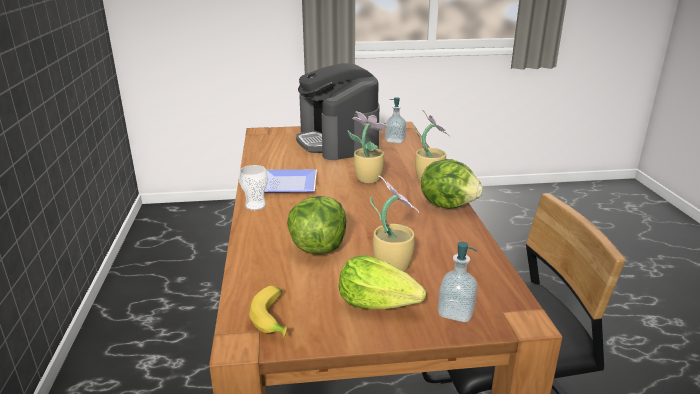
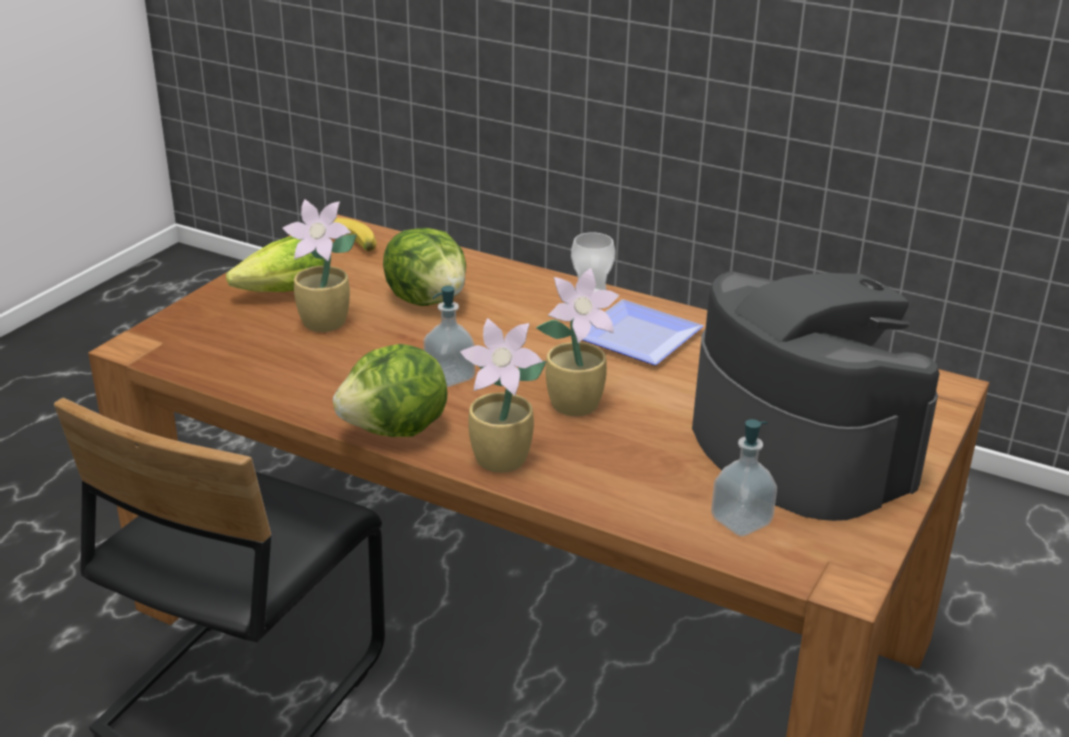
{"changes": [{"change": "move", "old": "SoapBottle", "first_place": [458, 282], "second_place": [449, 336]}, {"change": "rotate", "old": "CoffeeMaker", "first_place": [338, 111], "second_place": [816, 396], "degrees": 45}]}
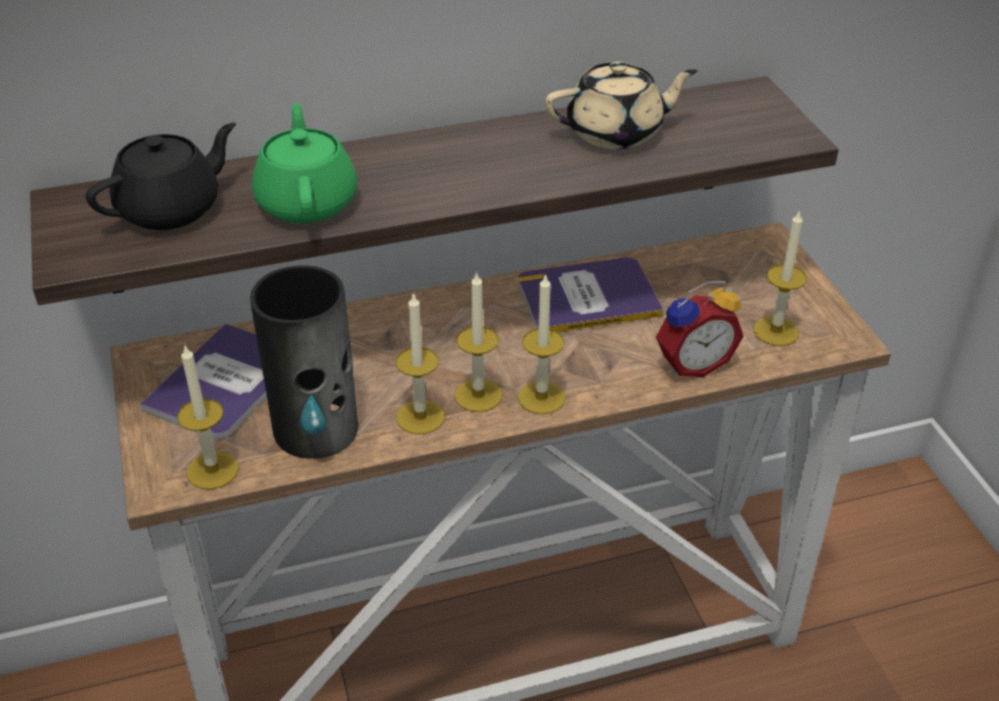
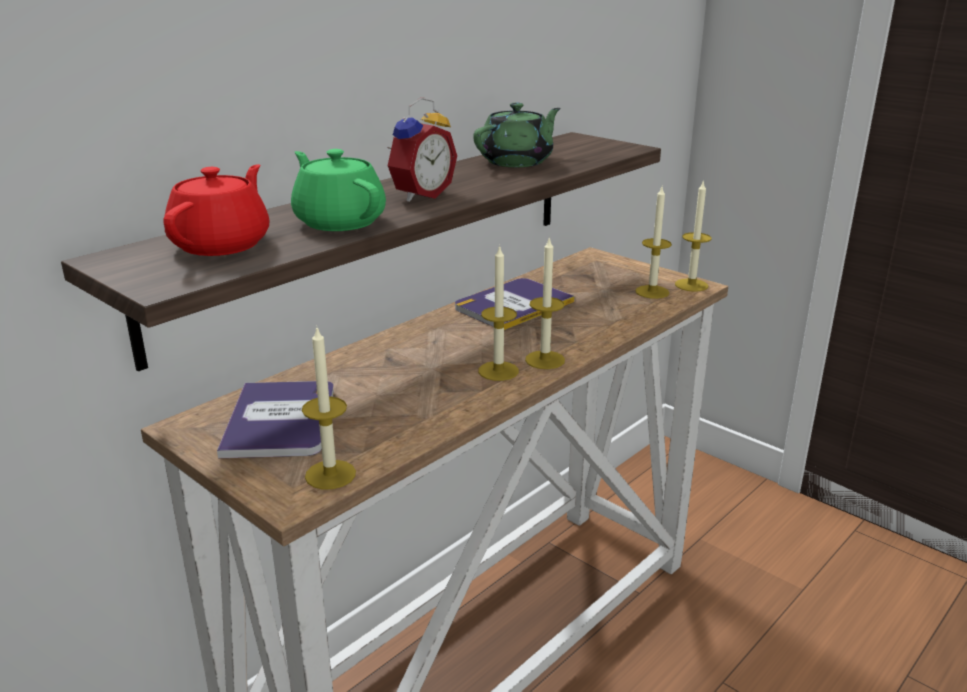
{"changes": [{"change": "delete", "old": "FlowerVase", "first_place": [304, 362]}, {"change": "move", "old": "Candle", "first_place": [420, 363], "second_place": [693, 236]}, {"change": "move", "old": "AlarmClock", "first_place": [699, 329], "second_place": [422, 149]}, {"change": "recolor", "old": "BlackTeapot", "new": "RedColouredTeapot", "first_place": [161, 176], "second_place": [216, 210]}, {"change": "recolor", "old": "SandColouredTeapot", "new": "GreenColouredTeapot", "first_place": [621, 105], "second_place": [517, 135]}]}
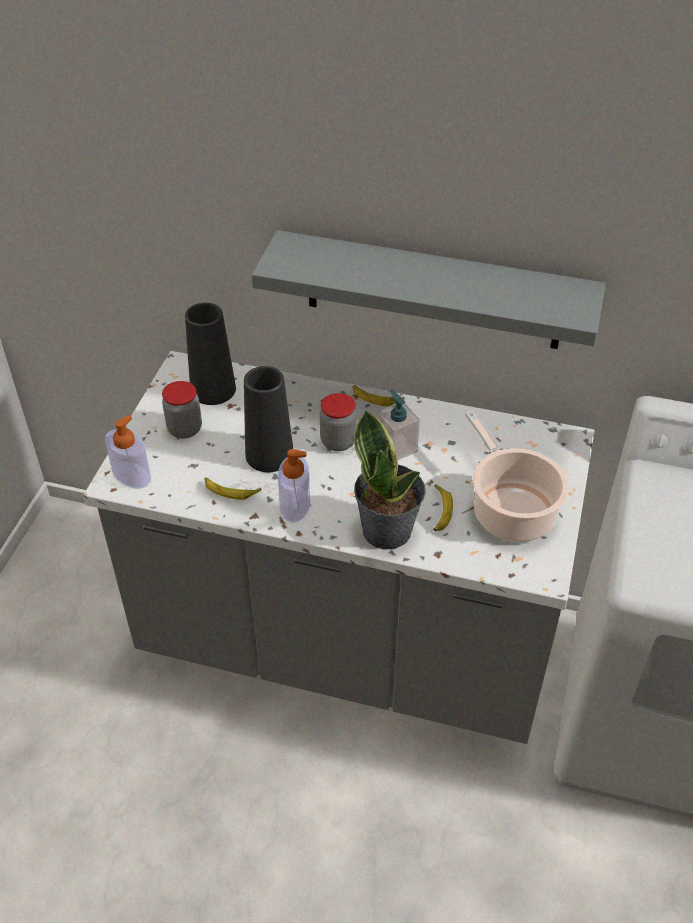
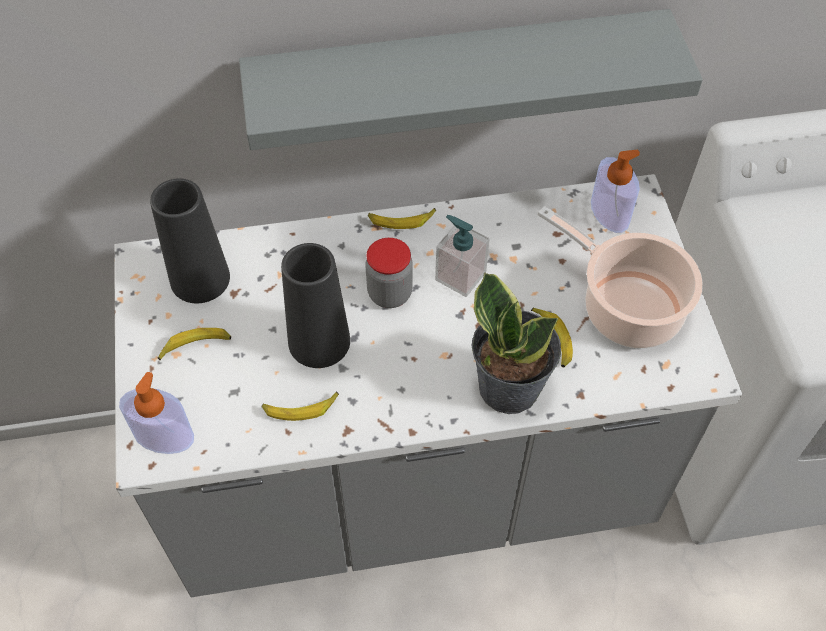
{"changes": [{"change": "move", "old": "SoapBottle", "first_place": [294, 486], "second_place": [615, 191]}, {"change": "replace", "old": "PreserveJar", "new": "BananaFruit", "first_place": [182, 409], "second_place": [194, 344]}]}
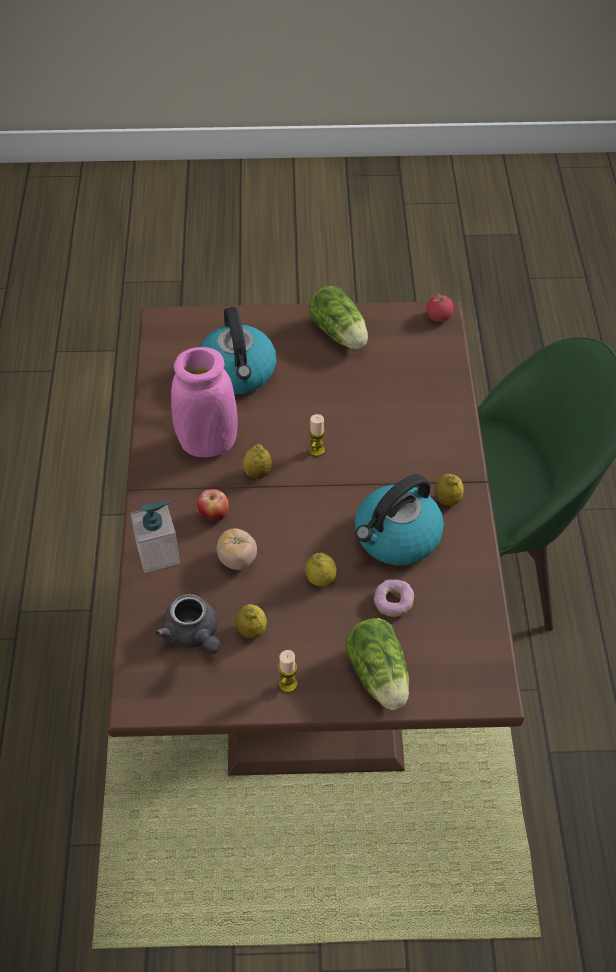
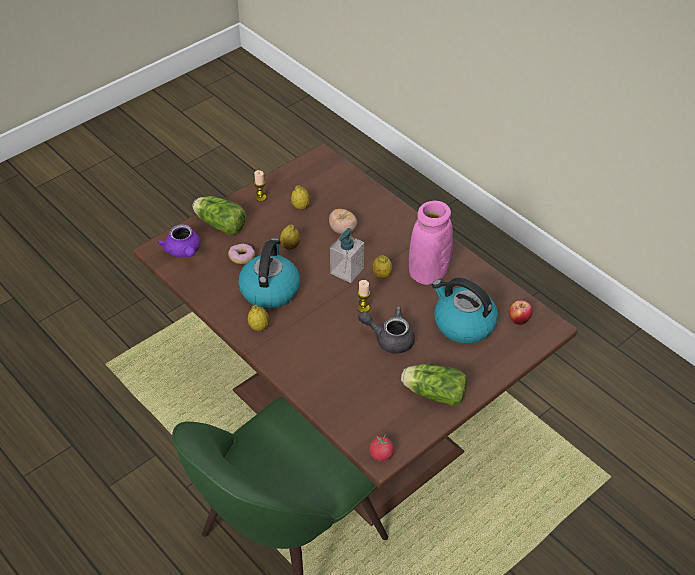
{"changes": [{"change": "insert", "new": "PurplishTeapot", "second_place": [178, 240]}, {"change": "move", "old": "SoapBottle", "first_place": [155, 536], "second_place": [347, 255]}, {"change": "move", "old": "GrayTeapot", "first_place": [188, 624], "second_place": [386, 330]}, {"change": "move", "old": "Apple", "first_place": [213, 505], "second_place": [521, 312]}]}
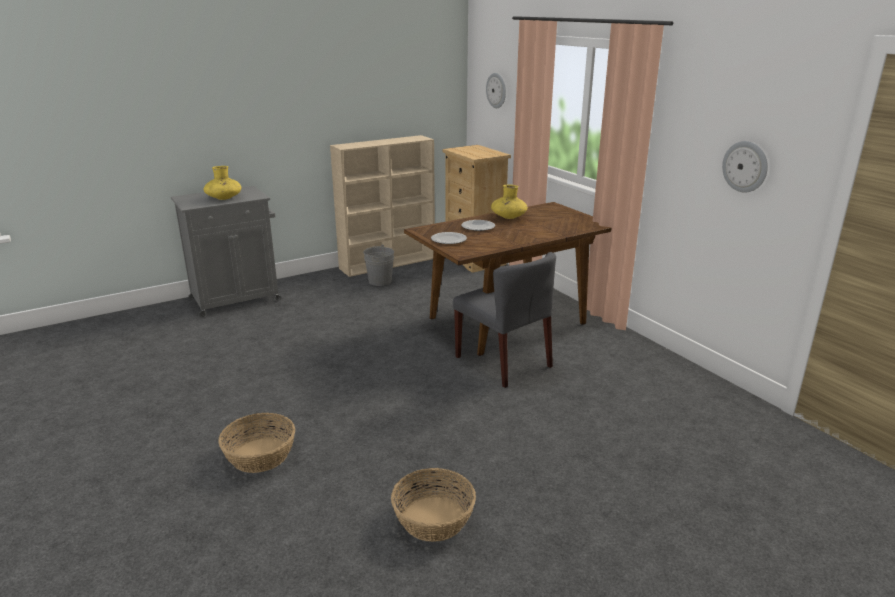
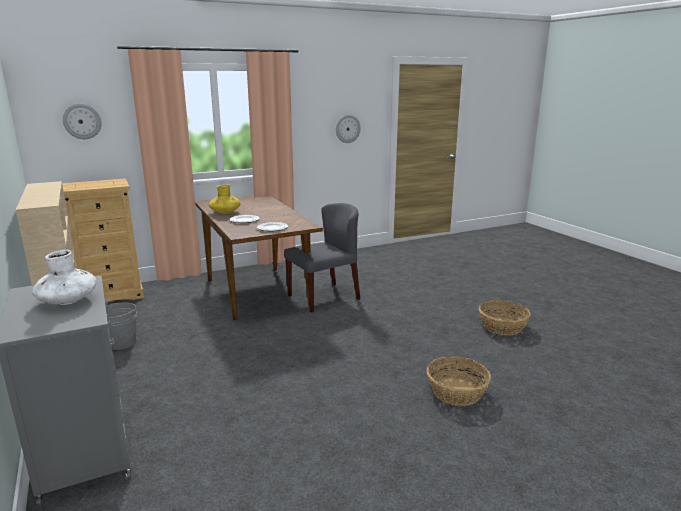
{"changes": [{"change": "recolor", "old": "YellowFlowerVase", "new": "WhiteFlowerVase", "first_place": [222, 183], "second_place": [64, 277]}]}
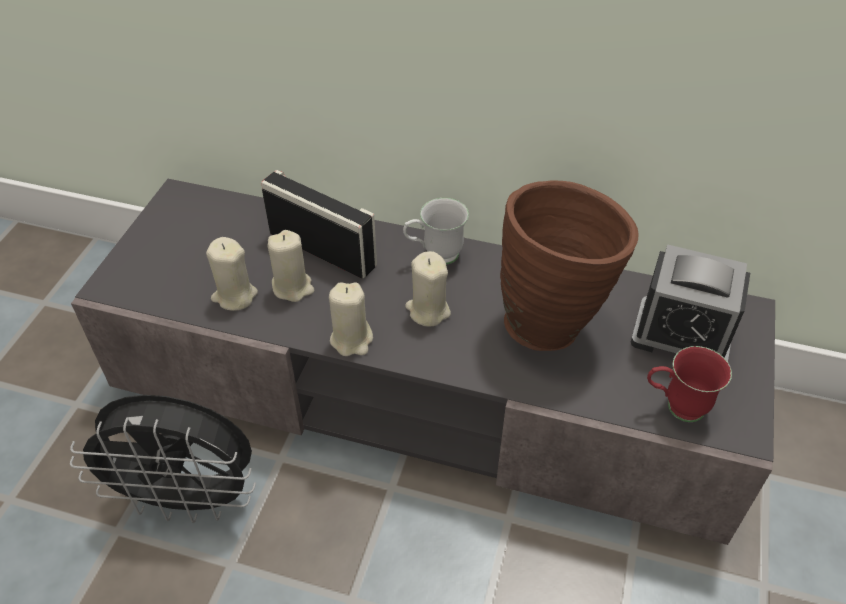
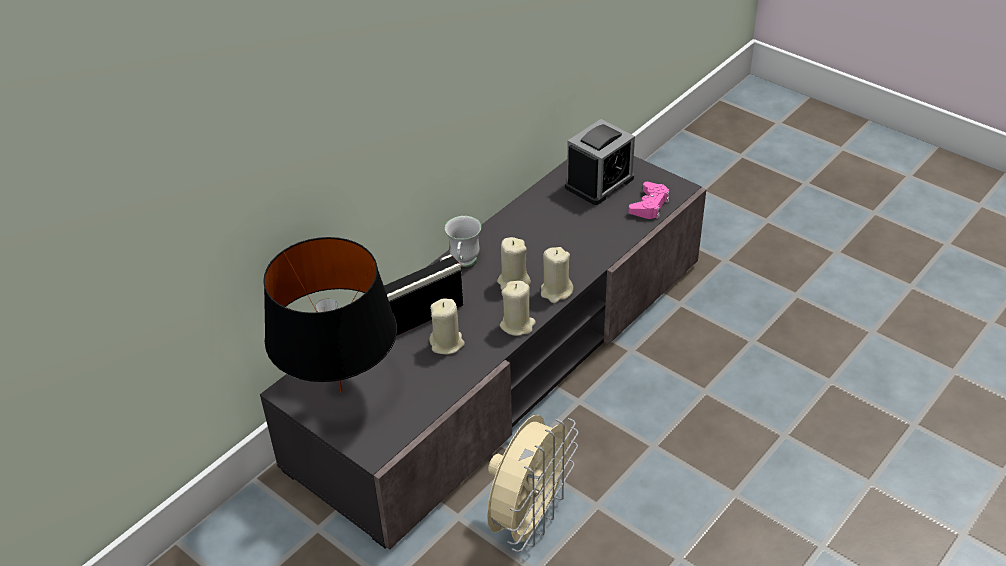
{"changes": [{"change": "delete", "old": "BrownishFlowerVase", "first_place": [569, 265]}, {"change": "insert", "new": "BlackTableLamp", "second_place": [330, 314]}, {"change": "move", "old": "SandColouredCandle", "first_place": [232, 274], "second_place": [557, 275]}, {"change": "replace", "old": "RedColouredTeaMug", "new": "PinkGameController", "first_place": [689, 384], "second_place": [649, 200]}, {"change": "recolor", "old": "BlackCoolingFan", "new": "SandColouredCoolingFan", "first_place": [163, 459], "second_place": [533, 483]}]}
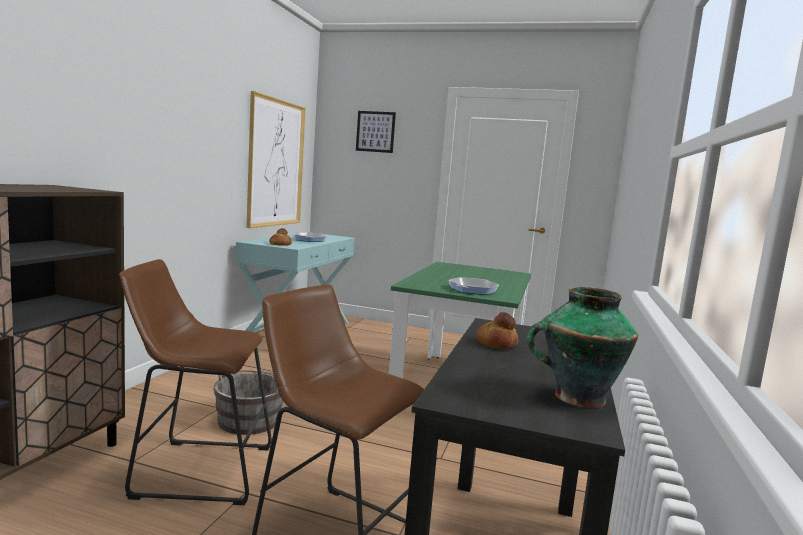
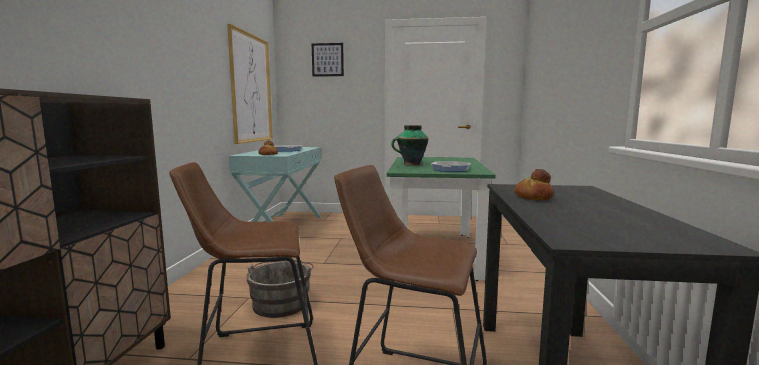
{"changes": [{"change": "move", "old": "FlowerVase", "first_place": [582, 347], "second_place": [410, 145]}]}
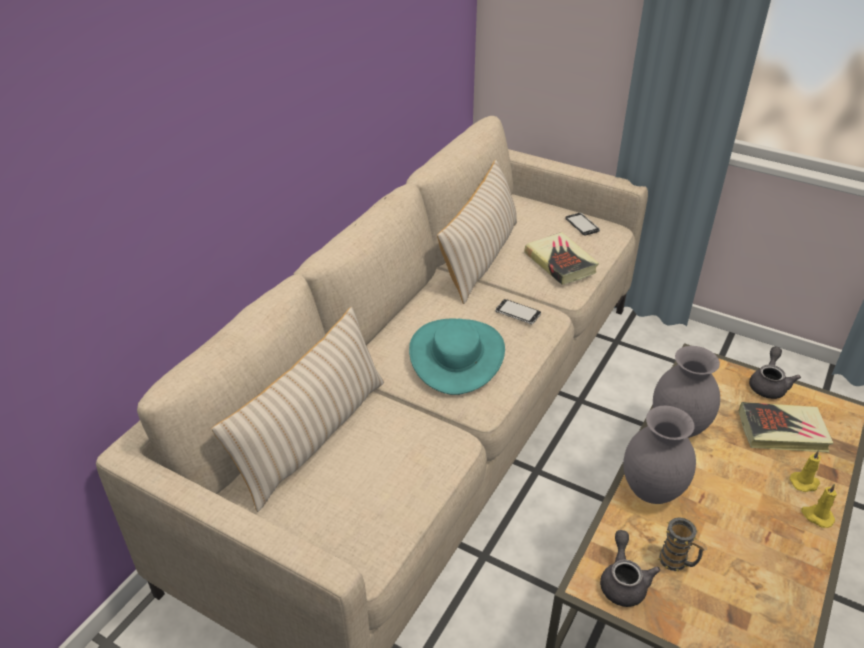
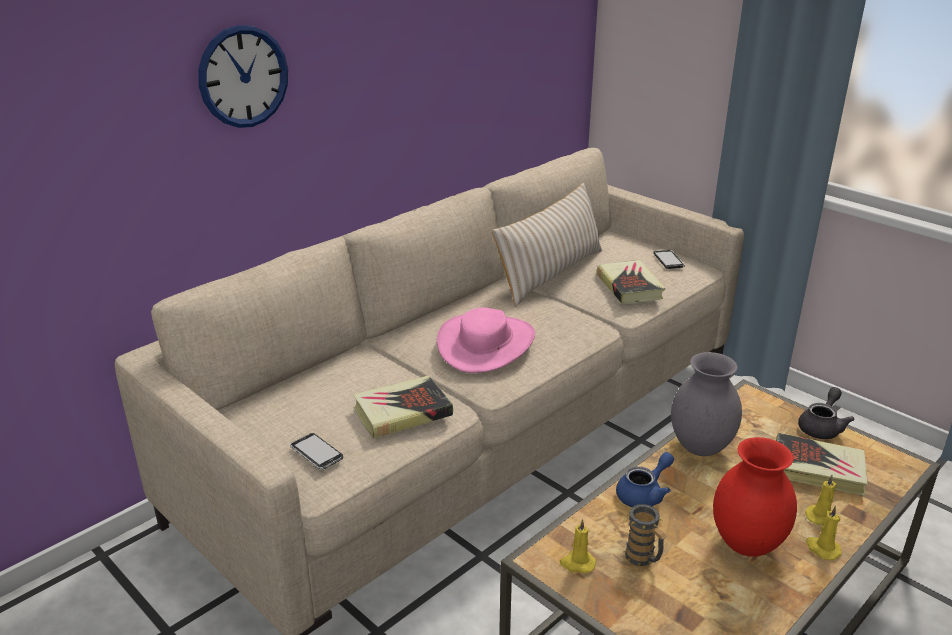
{"changes": [{"change": "delete", "old": "SandColouredPillow", "first_place": [297, 409]}, {"change": "insert", "new": "WallClock", "second_place": [243, 76]}, {"change": "insert", "new": "Volume", "second_place": [403, 407]}, {"change": "insert", "new": "RedColouredFlowerVase", "second_place": [755, 497]}, {"change": "move", "old": "Handset", "first_place": [518, 311], "second_place": [316, 451]}, {"change": "replace", "old": "GrayTeapot", "new": "YellowCandle", "first_place": [630, 568], "second_place": [577, 546]}, {"change": "replace", "old": "GrayFlowerVase", "new": "BlueTeapot", "first_place": [659, 455], "second_place": [645, 479]}, {"change": "recolor", "old": "BlueGreenHat", "new": "PinkHat", "first_place": [457, 357], "second_place": [486, 340]}]}
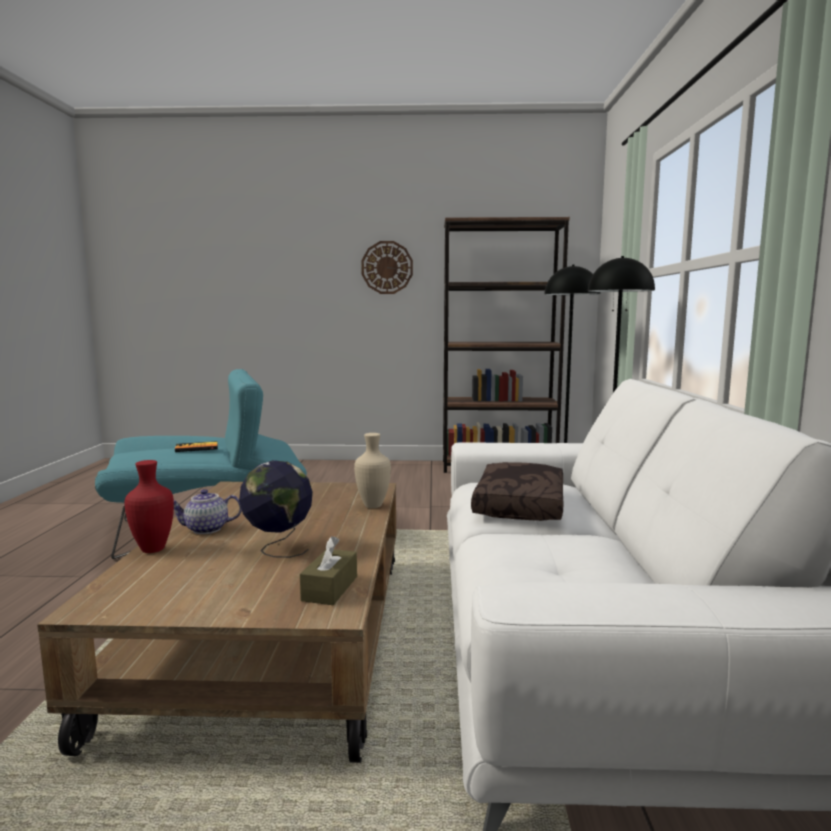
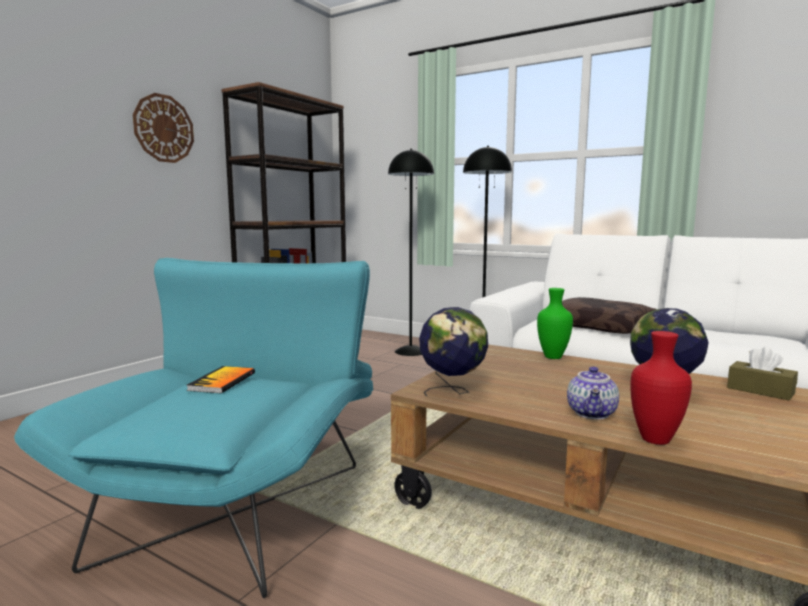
{"changes": [{"change": "insert", "new": "WorldGlobe", "second_place": [453, 351]}, {"change": "recolor", "old": "SandColouredFlowerVase", "new": "GreenColouredFlowerVase", "first_place": [372, 470], "second_place": [555, 323]}]}
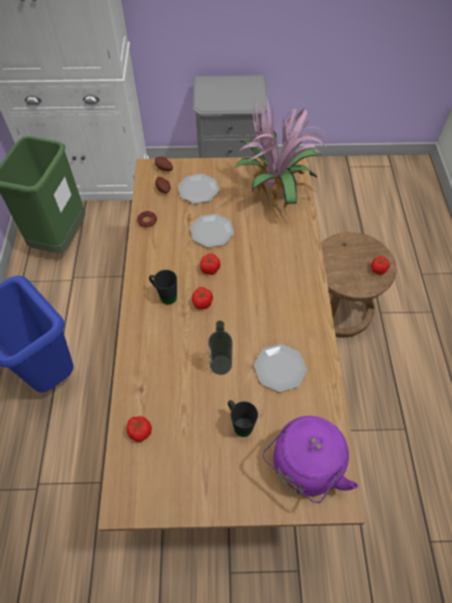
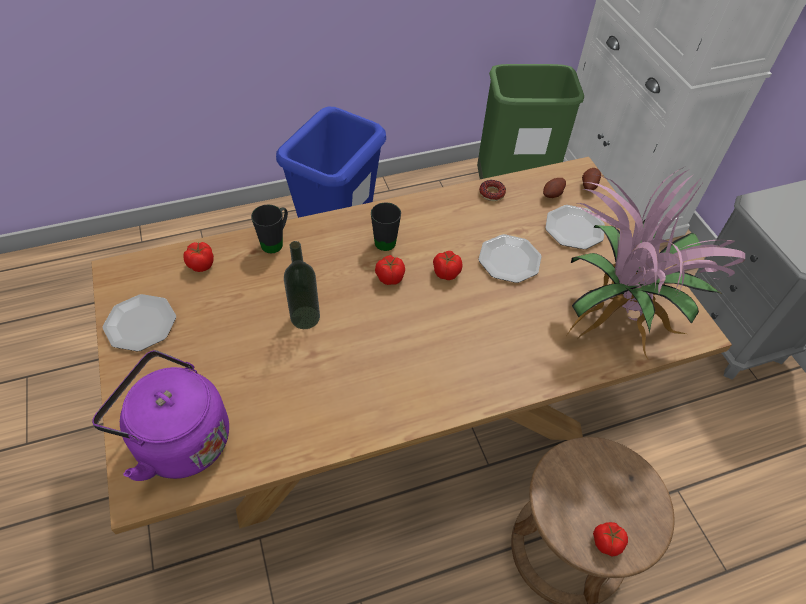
{"changes": [{"change": "move", "old": "BlackTeaMug", "first_place": [243, 418], "second_place": [269, 228]}, {"change": "move", "old": "DinnerPlate", "first_place": [280, 368], "second_place": [139, 322]}]}
